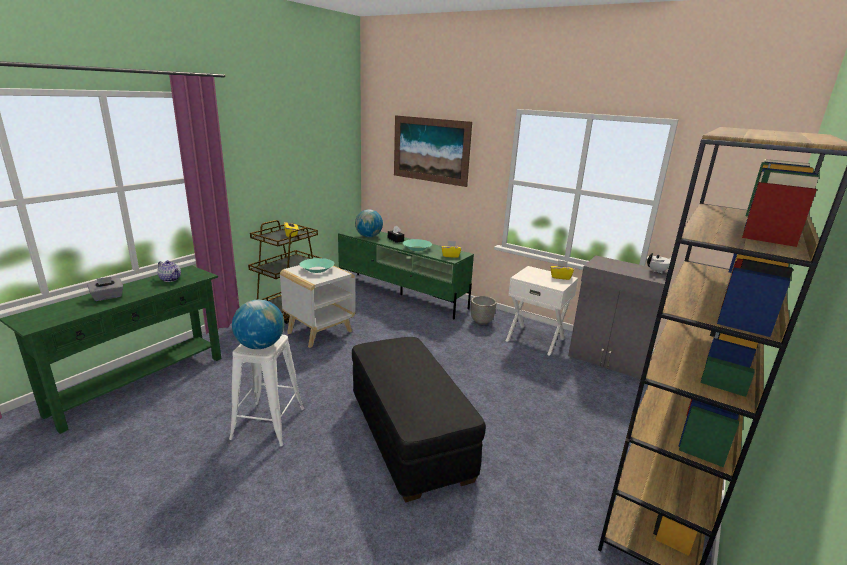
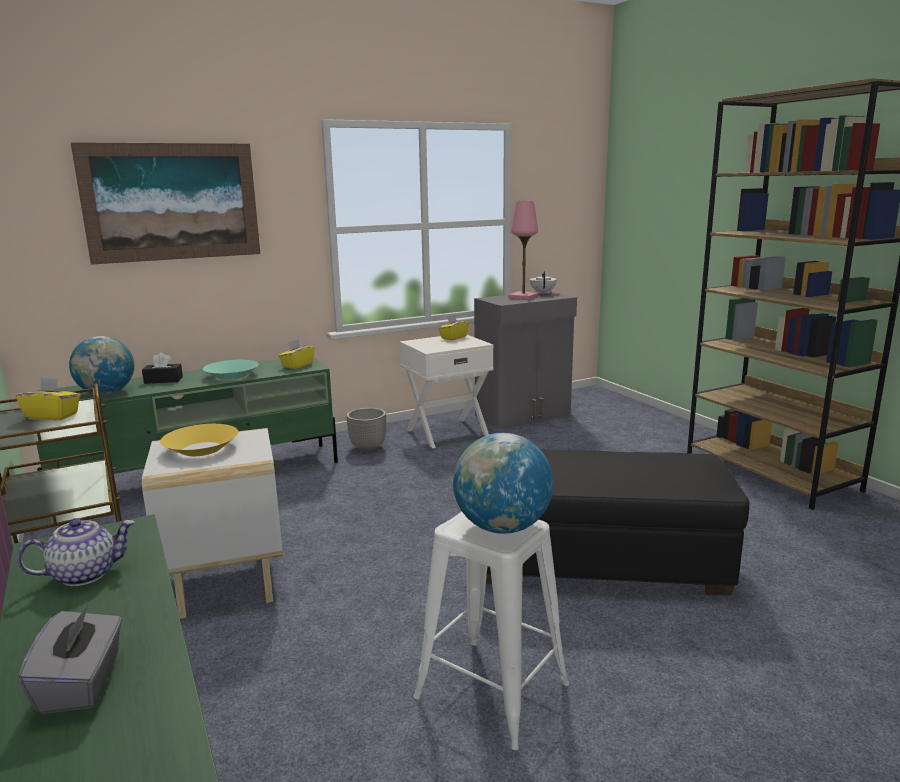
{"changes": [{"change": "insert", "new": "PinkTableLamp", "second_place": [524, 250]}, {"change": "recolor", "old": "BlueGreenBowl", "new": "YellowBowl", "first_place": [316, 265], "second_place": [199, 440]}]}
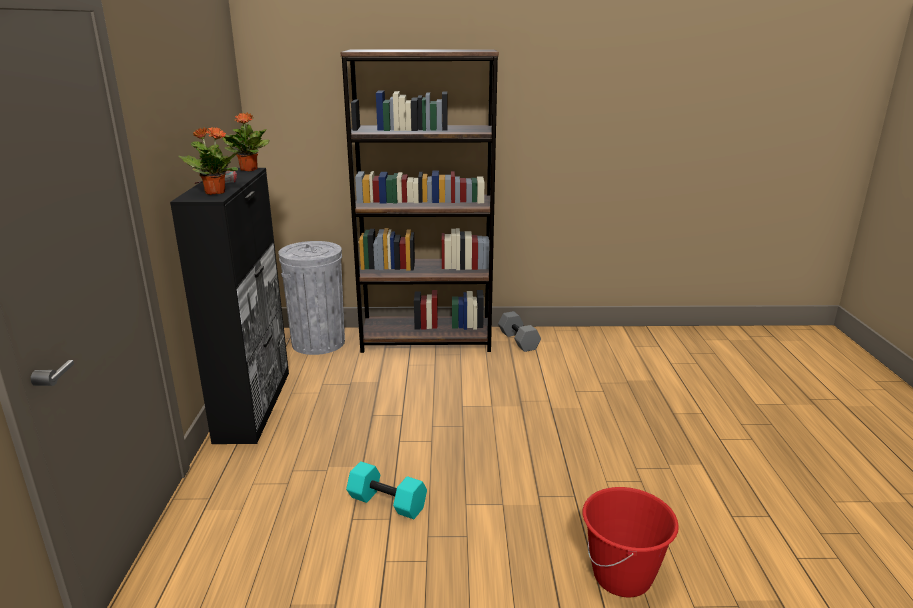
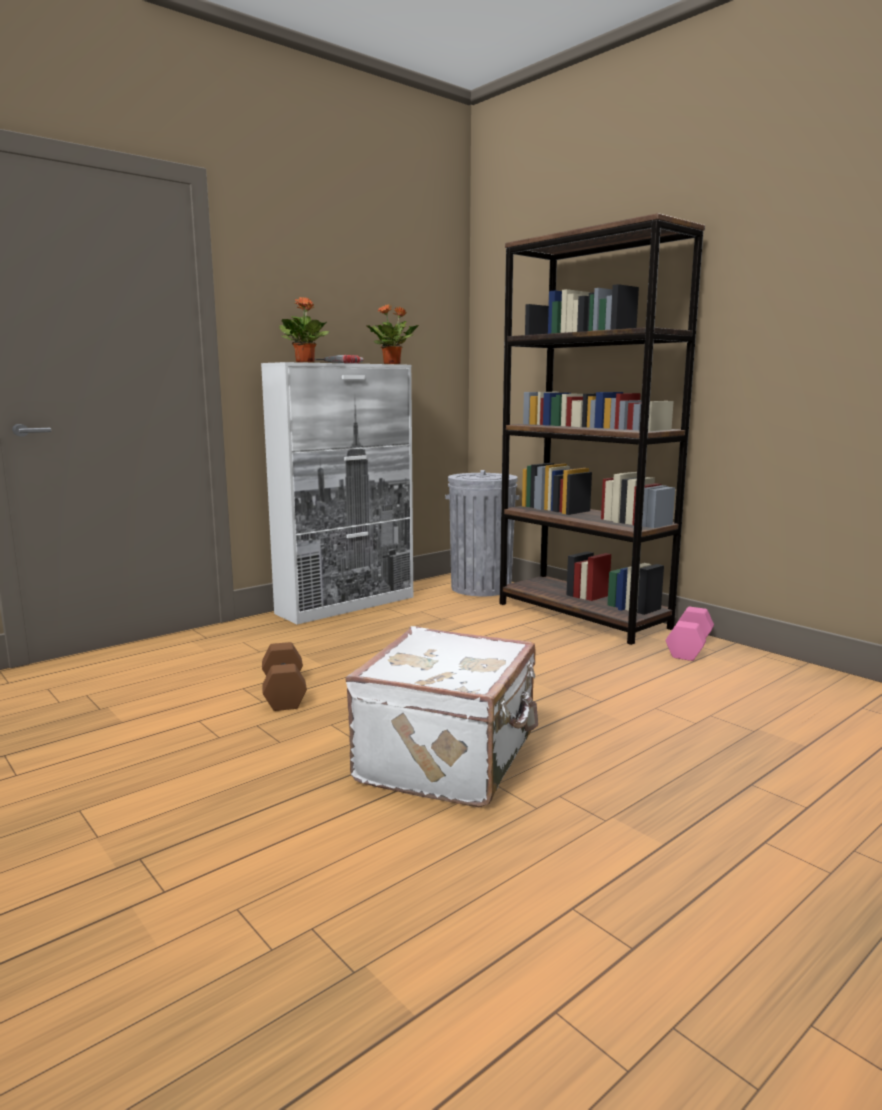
{"changes": [{"change": "delete", "old": "RedColouredWaterBucket", "first_place": [631, 542]}, {"change": "insert", "new": "WhitePieceOfLuggage", "second_place": [441, 716]}, {"change": "recolor", "old": "BlackCabinet", "new": "WhiteCabinet", "first_place": [229, 306], "second_place": [337, 493]}, {"change": "recolor", "old": "BlueGreenFreeWeight", "new": "BrownishFreeWeight", "first_place": [386, 490], "second_place": [284, 676]}, {"change": "recolor", "old": "GrayFreeWeight", "new": "PinkFreeWeight", "first_place": [519, 331], "second_place": [690, 634]}]}
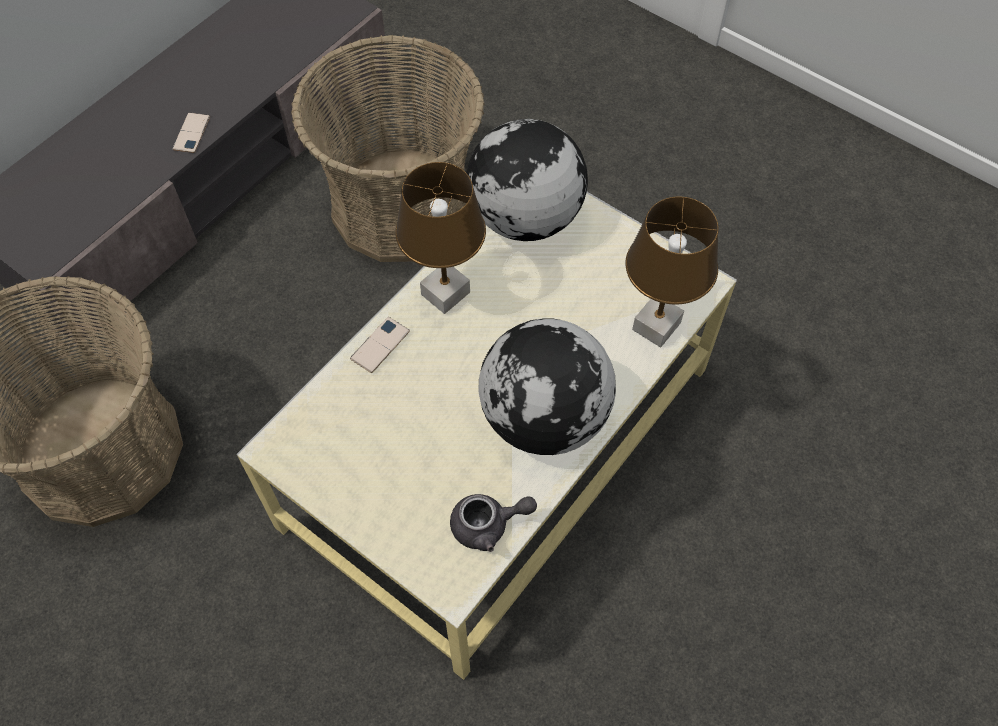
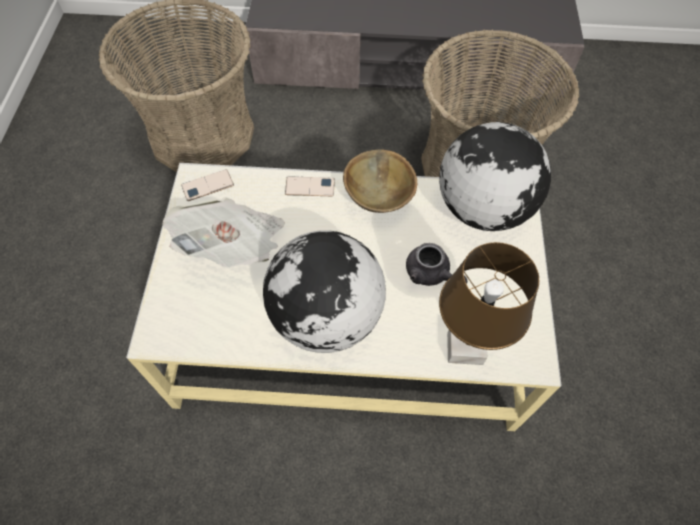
{"changes": [{"change": "insert", "new": "DailyPaper", "second_place": [223, 232]}, {"change": "move", "old": "Handset", "first_place": [191, 132], "second_place": [207, 185]}, {"change": "move", "old": "GrayTeapot", "first_place": [493, 523], "second_place": [436, 264]}, {"change": "replace", "old": "BrownishTableLamp", "new": "BrownishBowl", "first_place": [440, 238], "second_place": [380, 181]}]}
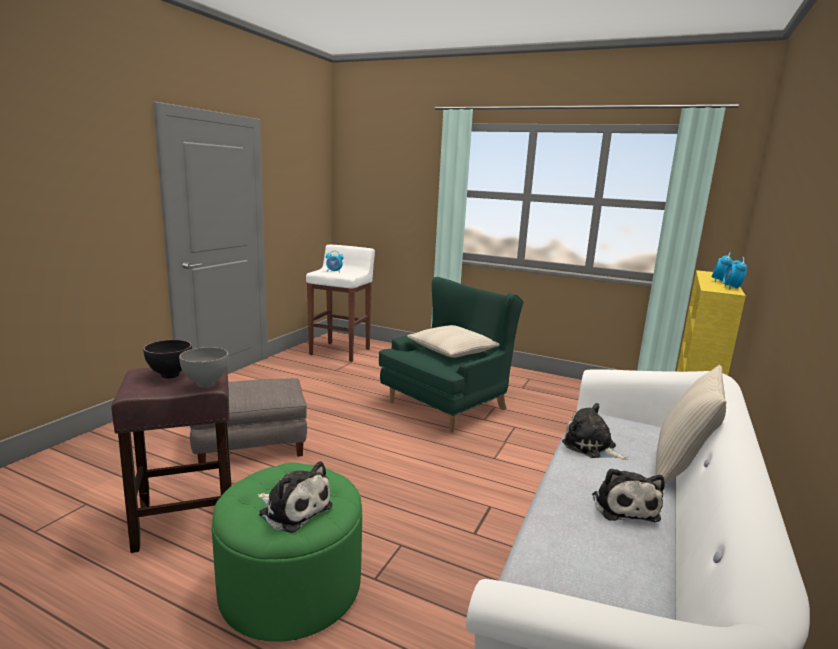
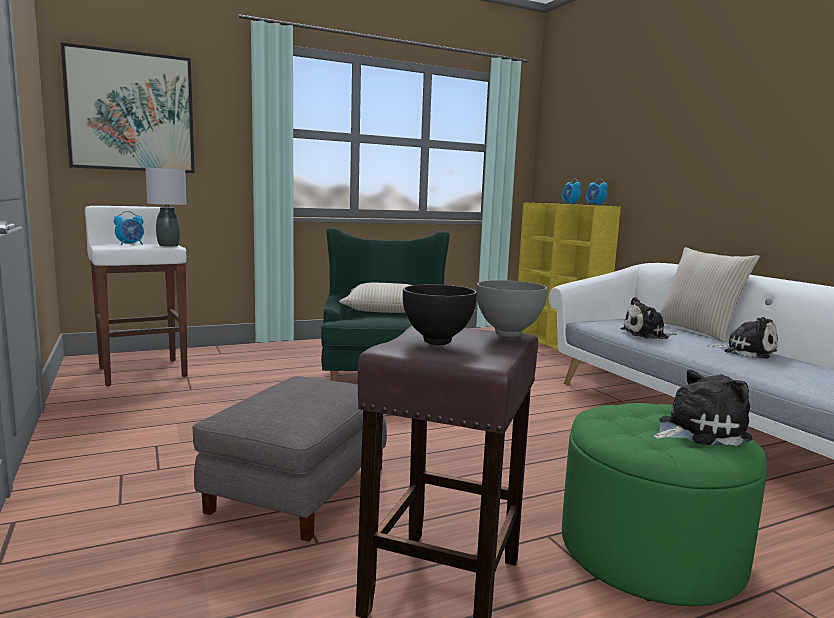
{"changes": [{"change": "insert", "new": "WallPicture", "second_place": [127, 107]}, {"change": "insert", "new": "GrayTableLamp", "second_place": [165, 207]}]}
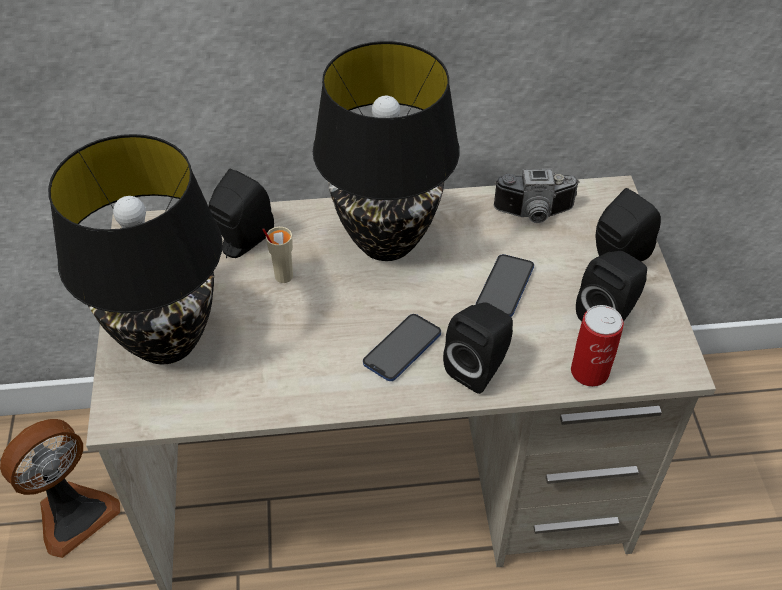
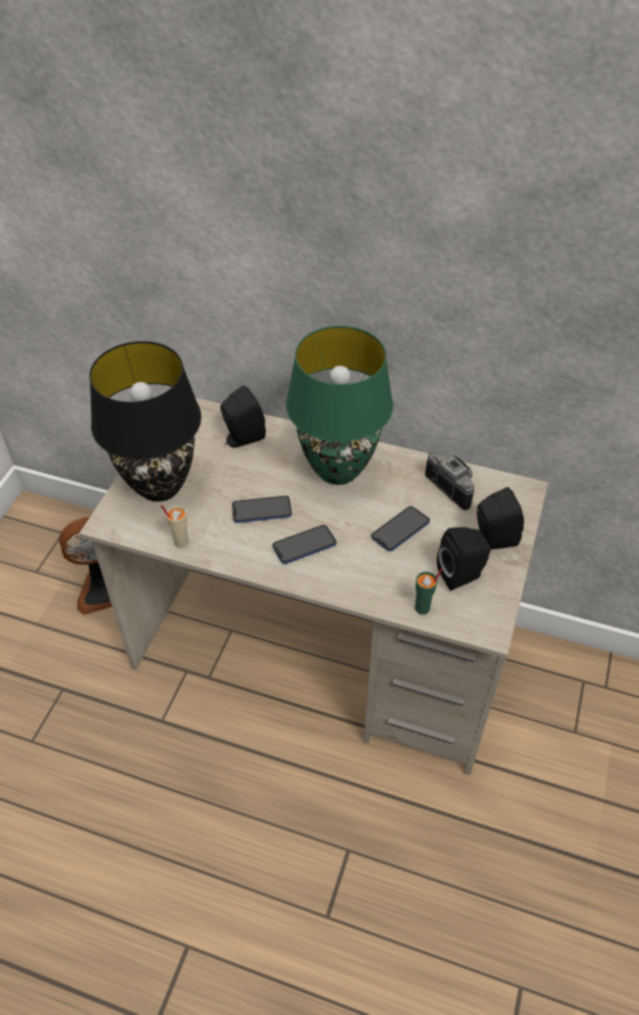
{"changes": [{"change": "delete", "old": "BlackLoudspeaker", "first_place": [478, 348]}, {"change": "insert", "new": "Handset", "second_place": [262, 509]}, {"change": "move", "old": "SandColouredDrinkingCup", "first_place": [277, 255], "second_place": [175, 526]}, {"change": "replace", "old": "MetalCan", "new": "GreenColouredDrinkingCup", "first_place": [597, 346], "second_place": [428, 592]}, {"change": "recolor", "old": "BlackTableLamp", "new": "GreenColouredTableLamp", "first_place": [386, 151], "second_place": [339, 405]}, {"change": "rotate", "old": "PhotoCamera", "first_place": [537, 196], "second_place": [449, 481], "degrees": -150}]}
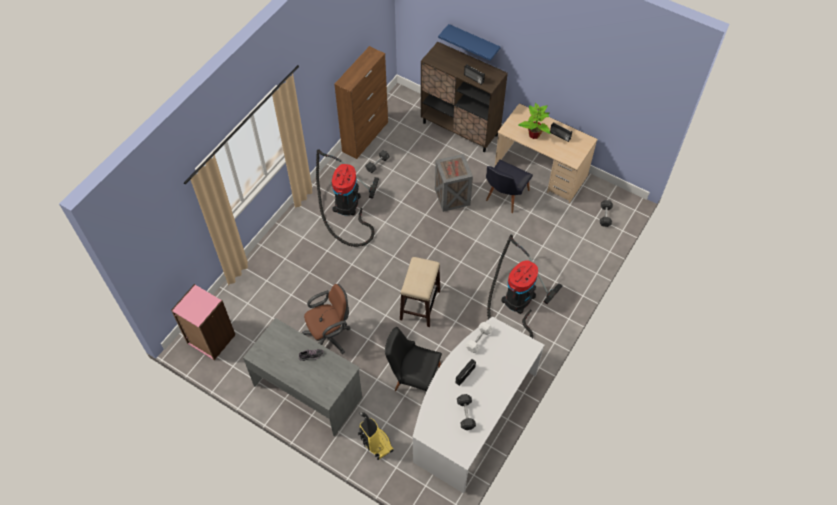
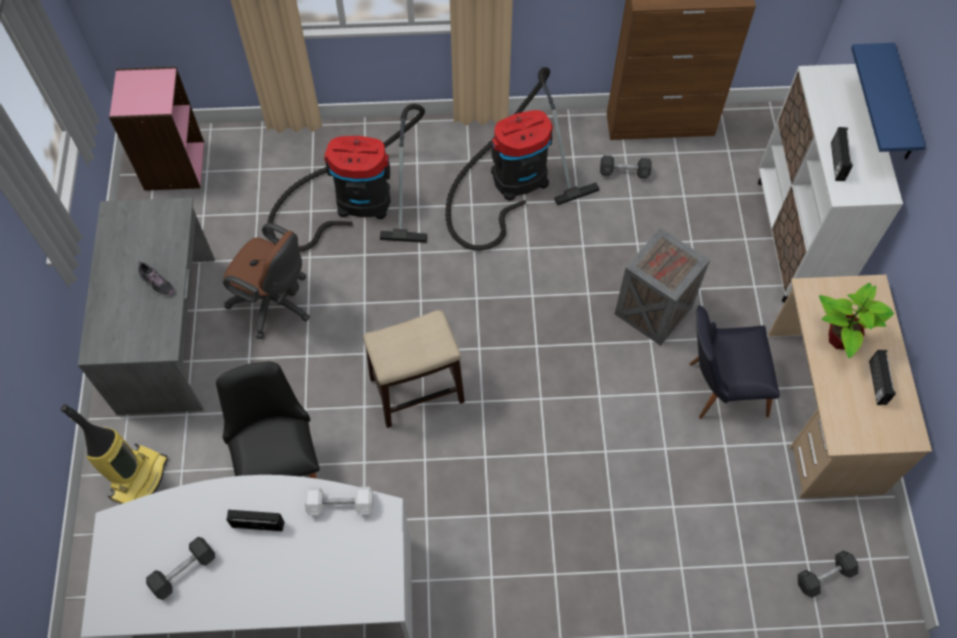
{"changes": [{"change": "move", "old": "Vacuum", "first_place": [525, 286], "second_place": [347, 178]}, {"change": "recolor", "old": "BrownishCabinet", "new": "WhiteCabinet", "first_place": [464, 97], "second_place": [830, 183]}]}
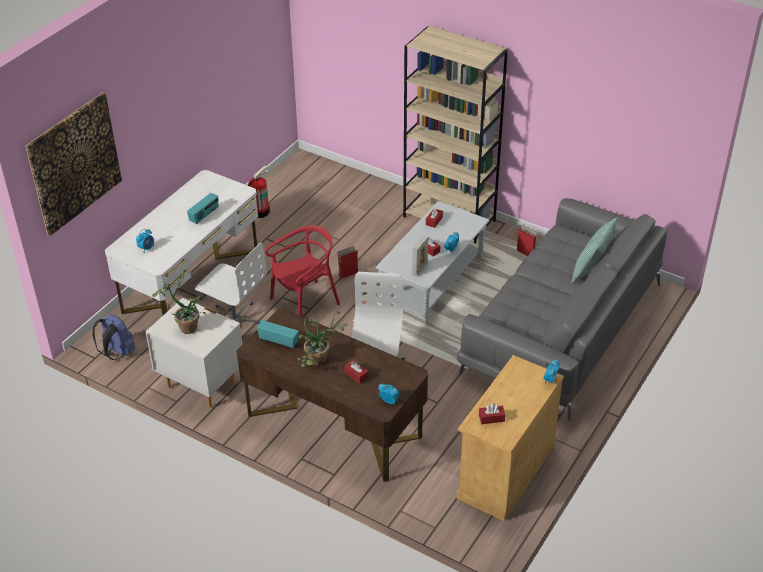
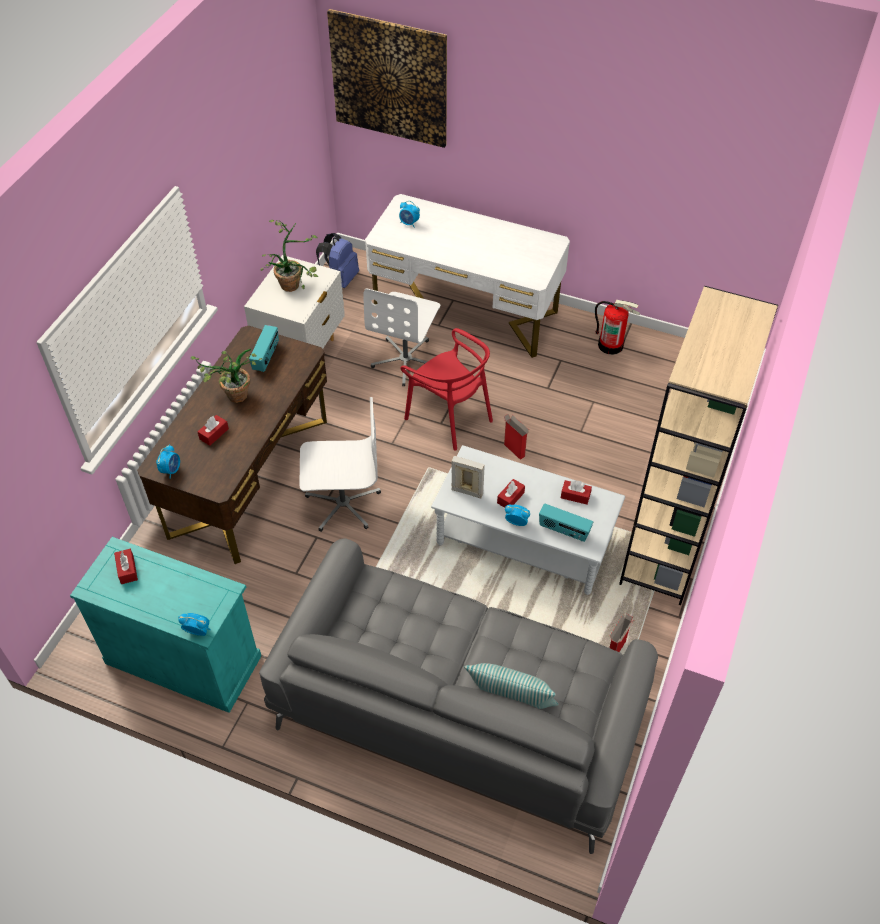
{"changes": [{"change": "move", "old": "RadioSet", "first_place": [203, 208], "second_place": [566, 523]}, {"change": "recolor", "old": "SandColouredCabinet", "new": "BlueGreenCabinet", "first_place": [510, 438], "second_place": [165, 625]}]}
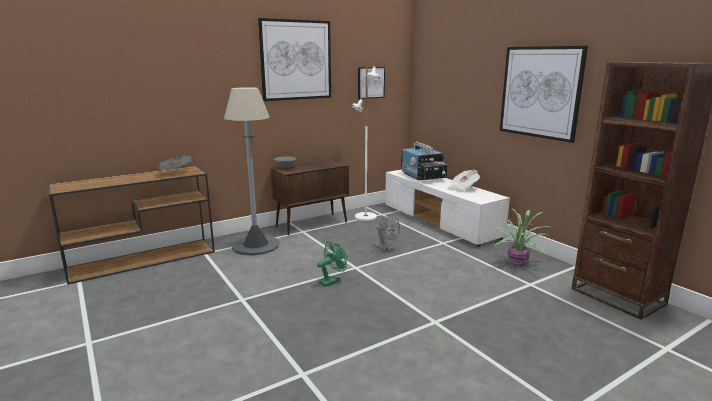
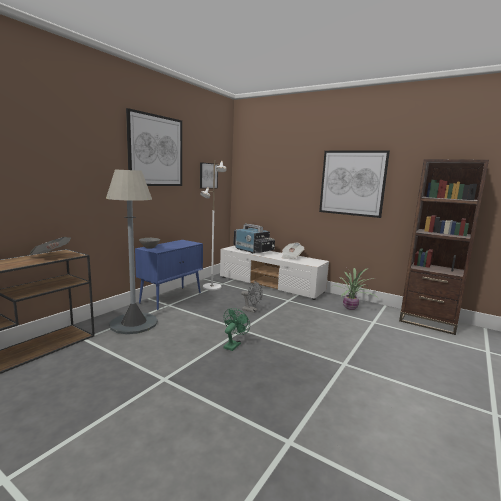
{"changes": [{"change": "recolor", "old": "BrownishCabinet", "new": "BlueCabinet", "first_place": [310, 197], "second_place": [169, 275]}]}
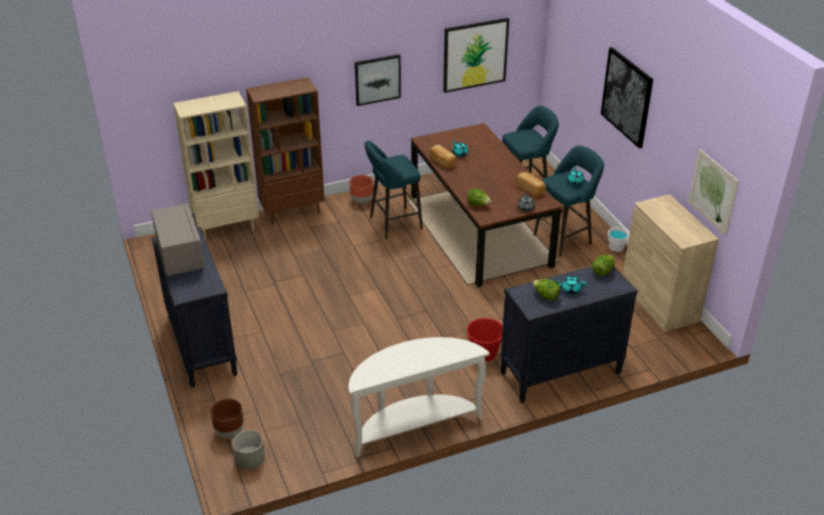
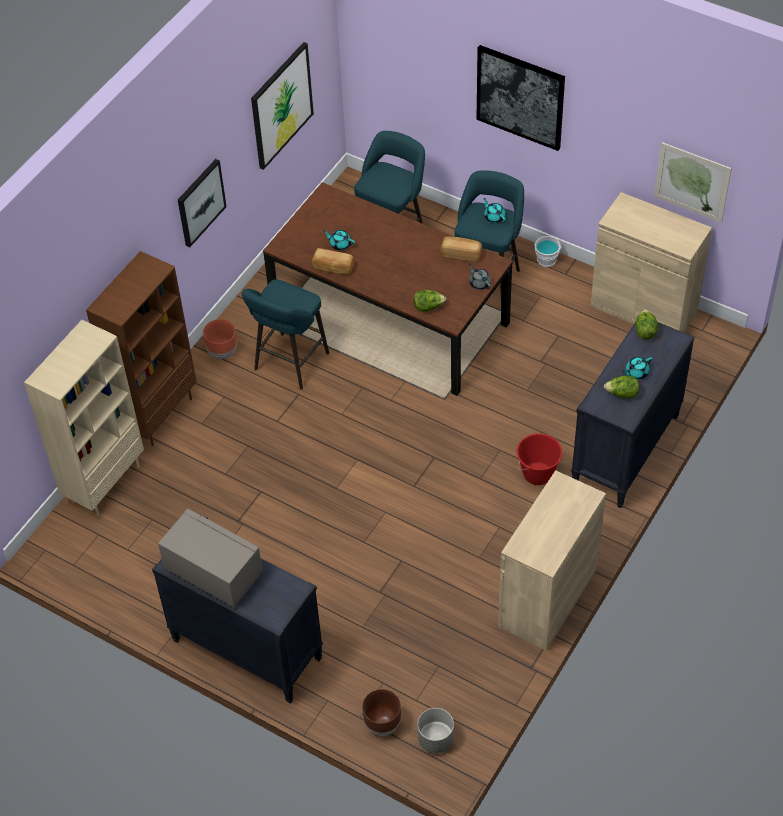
{"changes": [{"change": "replace", "old": "WhiteNarrowTable", "new": "SandColouredCabinet", "first_place": [419, 397], "second_place": [552, 560]}]}
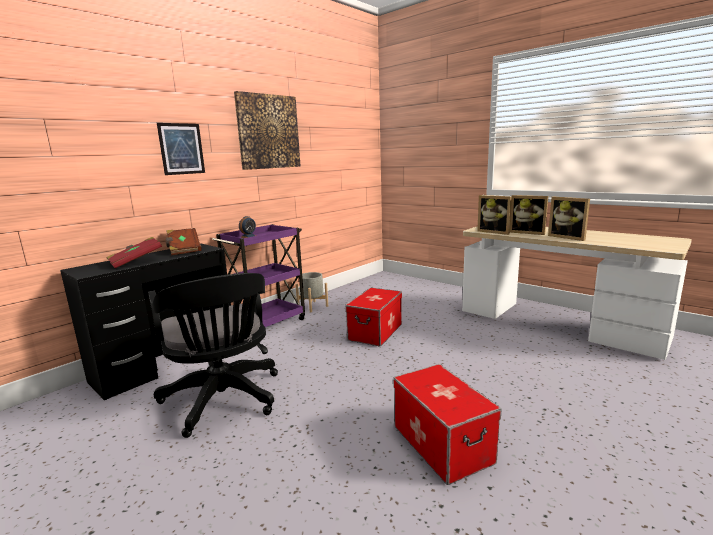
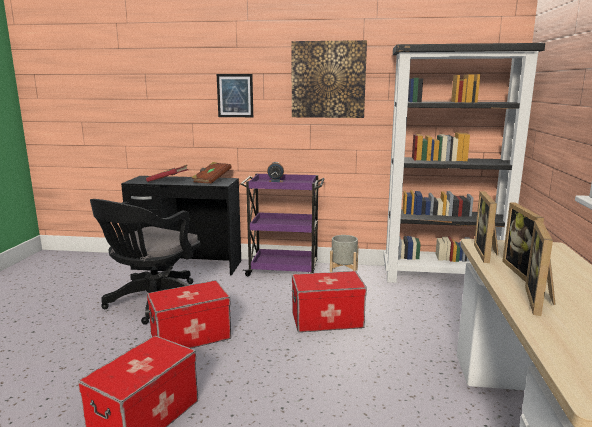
{"changes": [{"change": "insert", "new": "StorageBin", "second_place": [189, 314]}, {"change": "insert", "new": "BlackBookshelf", "second_place": [464, 163]}]}
